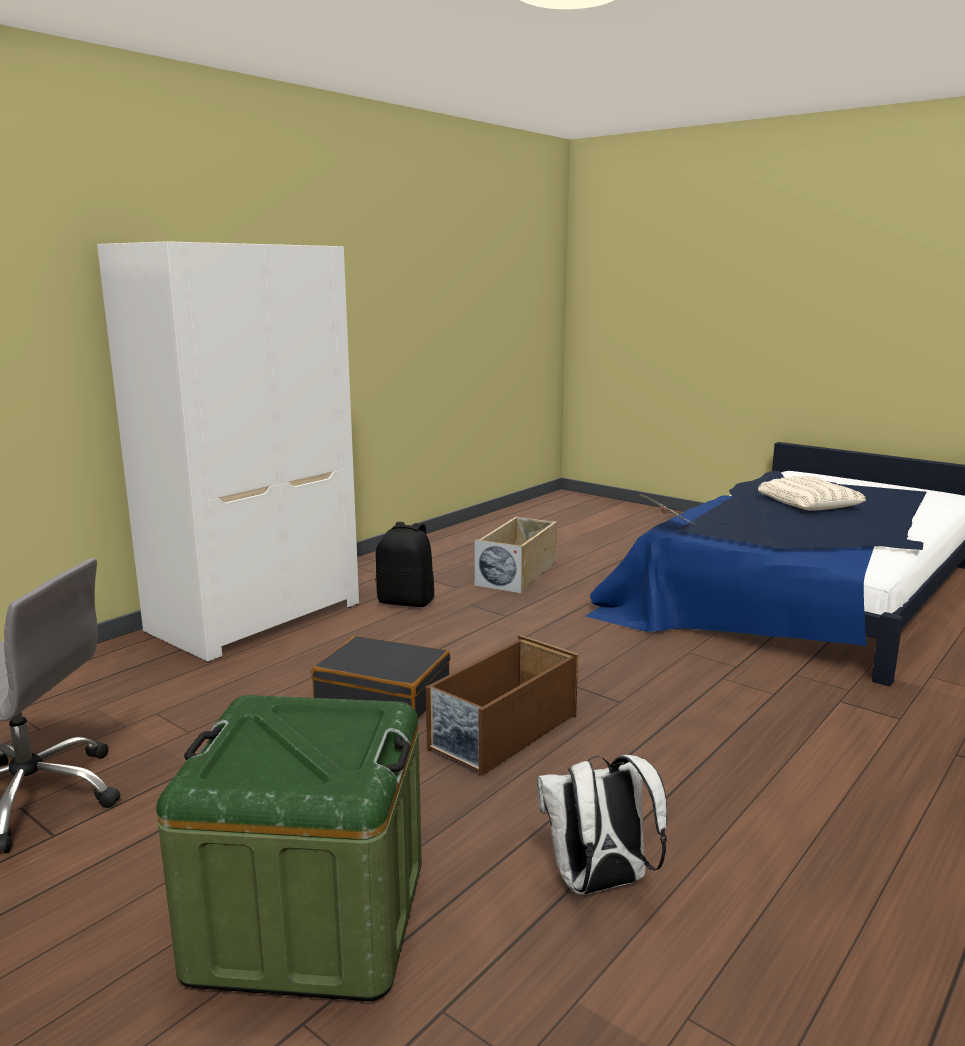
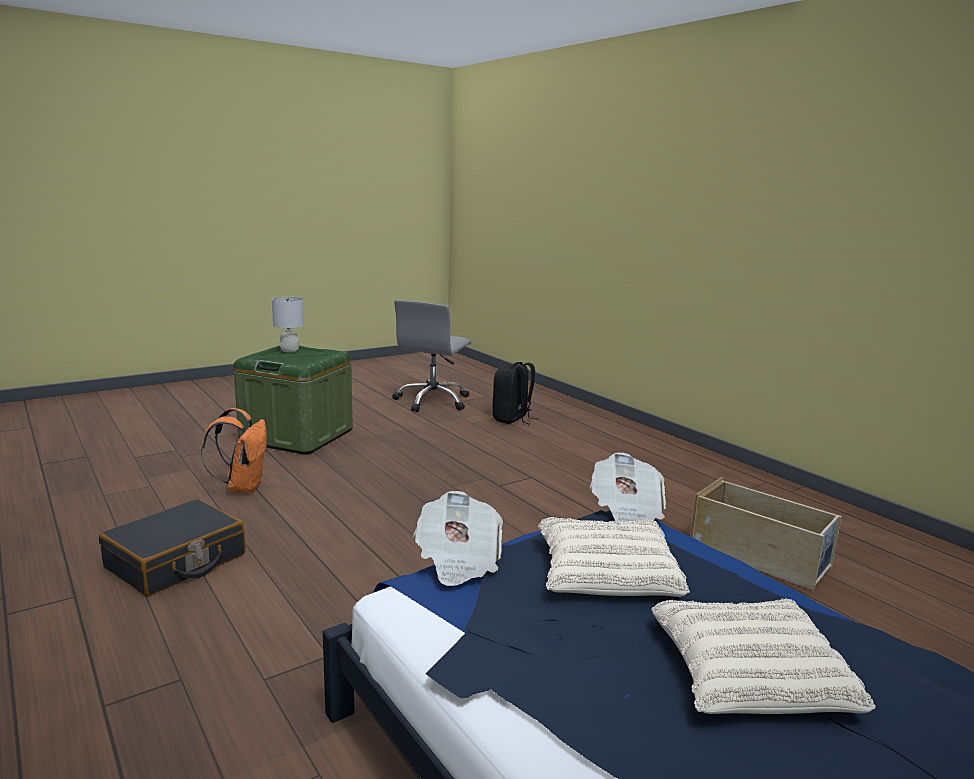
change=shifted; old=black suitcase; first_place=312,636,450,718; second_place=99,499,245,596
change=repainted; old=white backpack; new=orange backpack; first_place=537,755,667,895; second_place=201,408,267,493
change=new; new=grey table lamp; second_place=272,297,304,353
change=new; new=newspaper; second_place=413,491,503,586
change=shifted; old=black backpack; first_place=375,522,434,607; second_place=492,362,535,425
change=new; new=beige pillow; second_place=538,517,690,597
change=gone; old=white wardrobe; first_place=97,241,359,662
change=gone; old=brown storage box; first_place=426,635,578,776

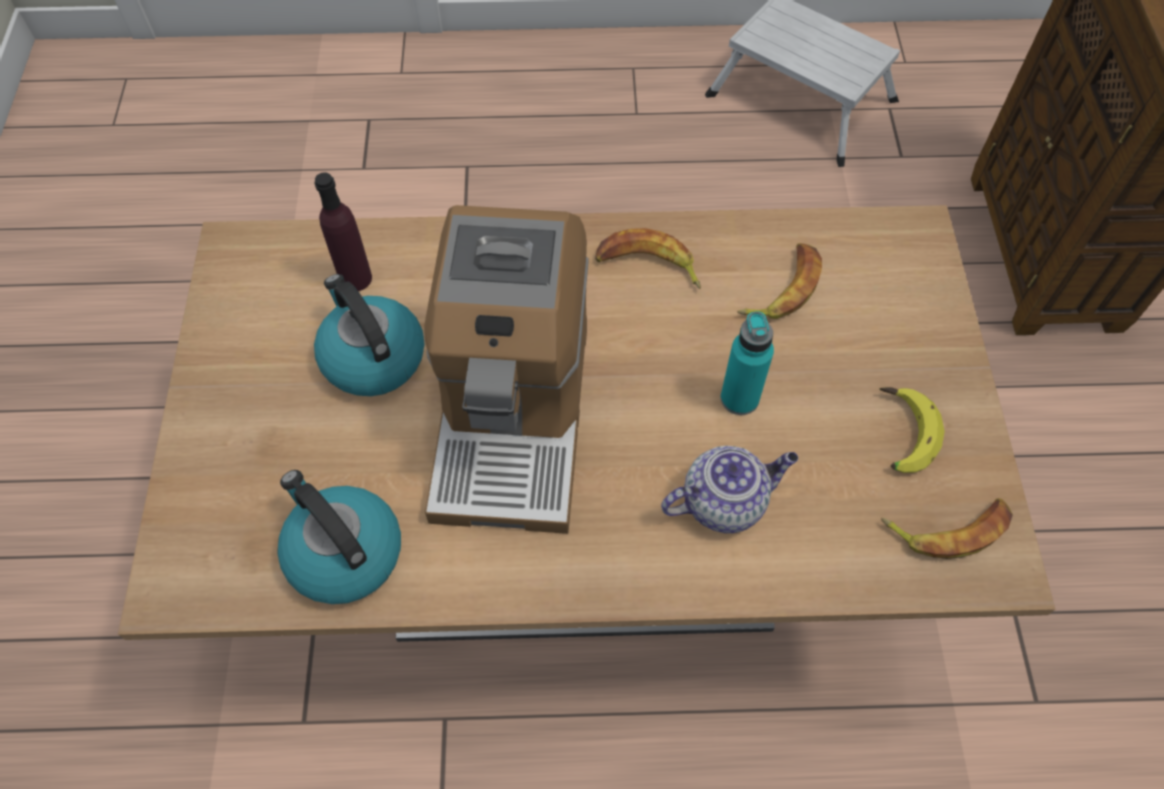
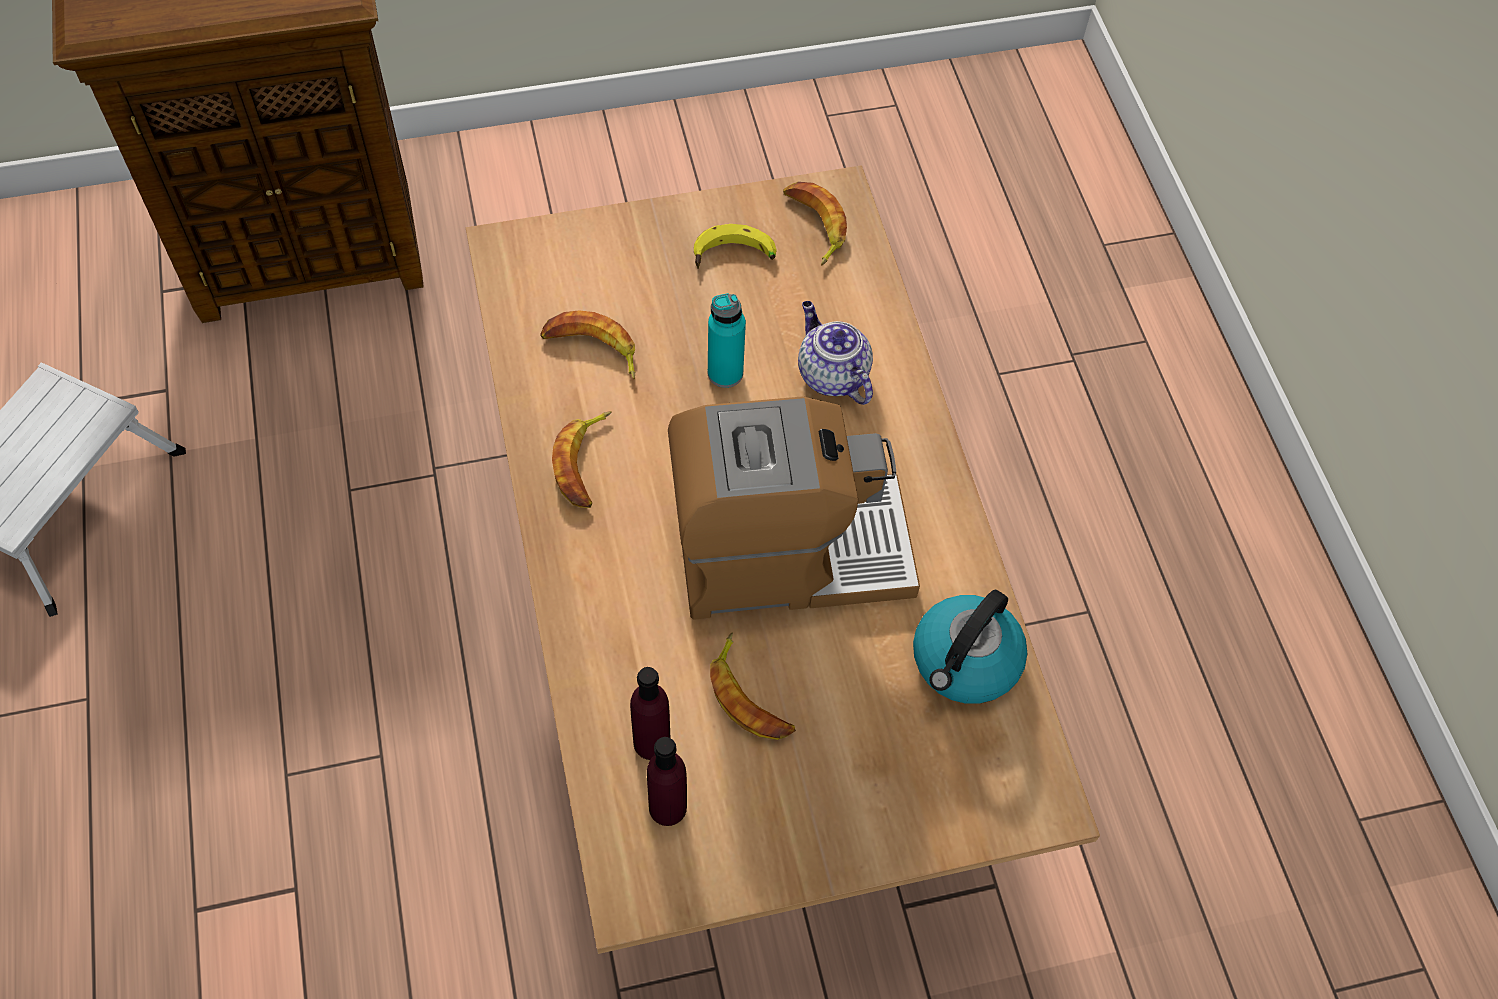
change=new; new=purple bottle; second_place=647,737,687,826
change=swapped; old=kettle; new=banana; first_place=314,274,425,396; second_place=710,633,796,740

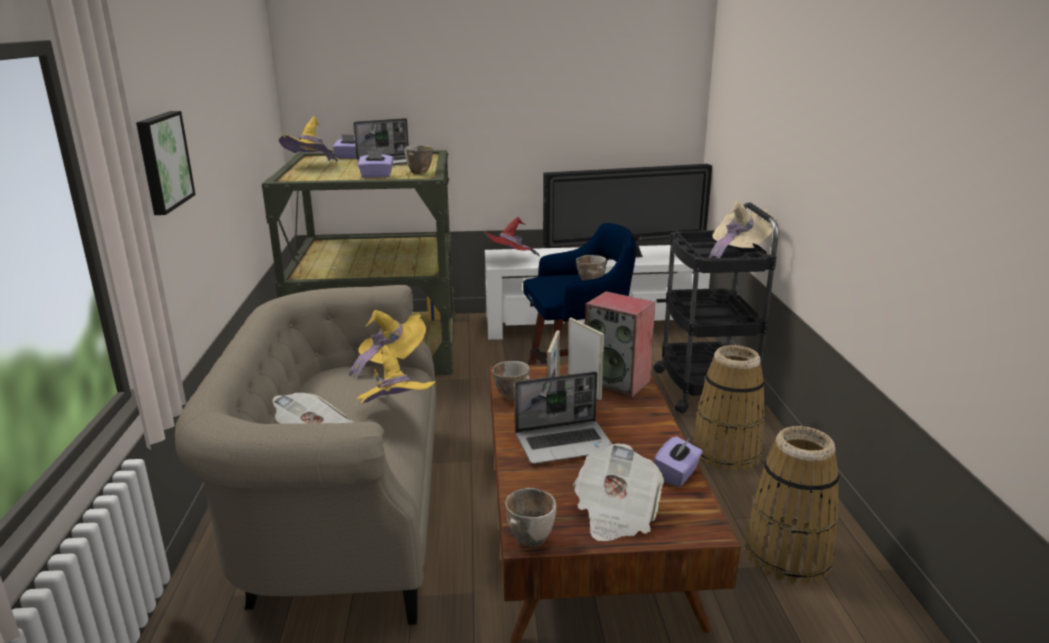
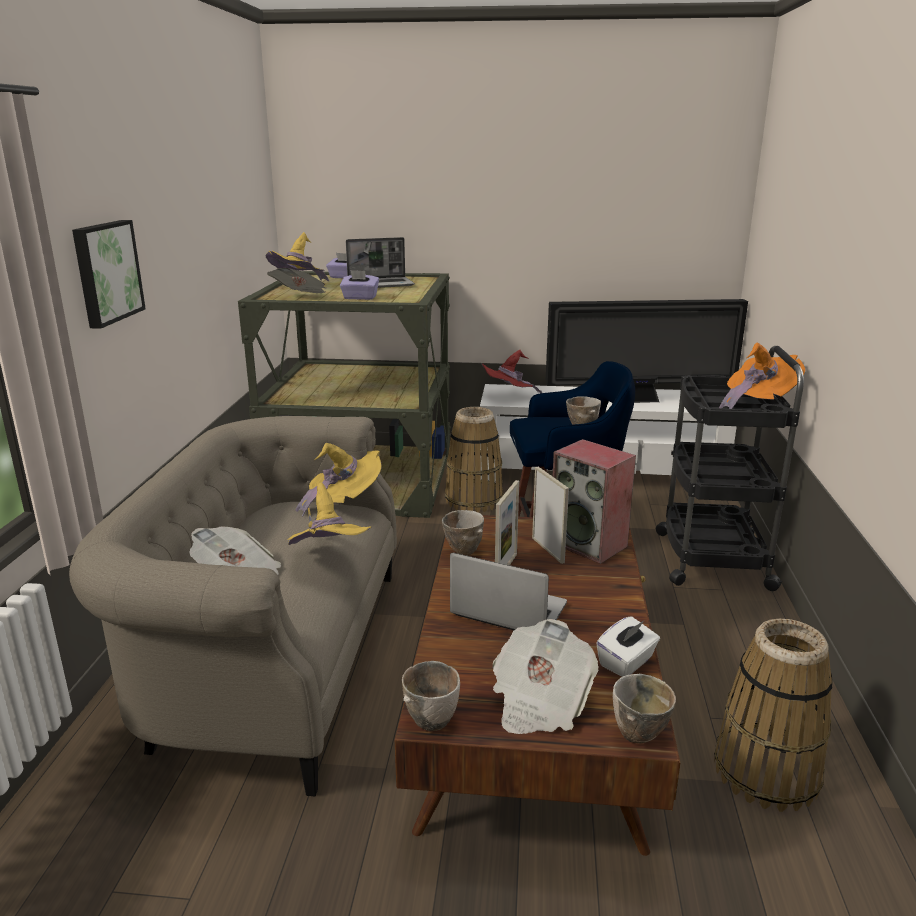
change=new; new=newspaper; second_place=267,268,326,293
change=shifted; old=basket; first_place=692,345,766,471; second_place=445,407,504,513
change=rotated; old=laptop; first_place=515,371,612,464; second_place=450,553,567,630; degrees=-150
change=repainted; old=purple tissue box; new=white tissue box; first_place=654,436,703,487; second_place=596,616,660,677
change=shifted; old=bowl; first_place=404,145,433,174; second_place=613,674,676,744
change=repainted; old=beige hat; new=orange hat; first_place=709,200,776,258; second_place=719,343,805,409

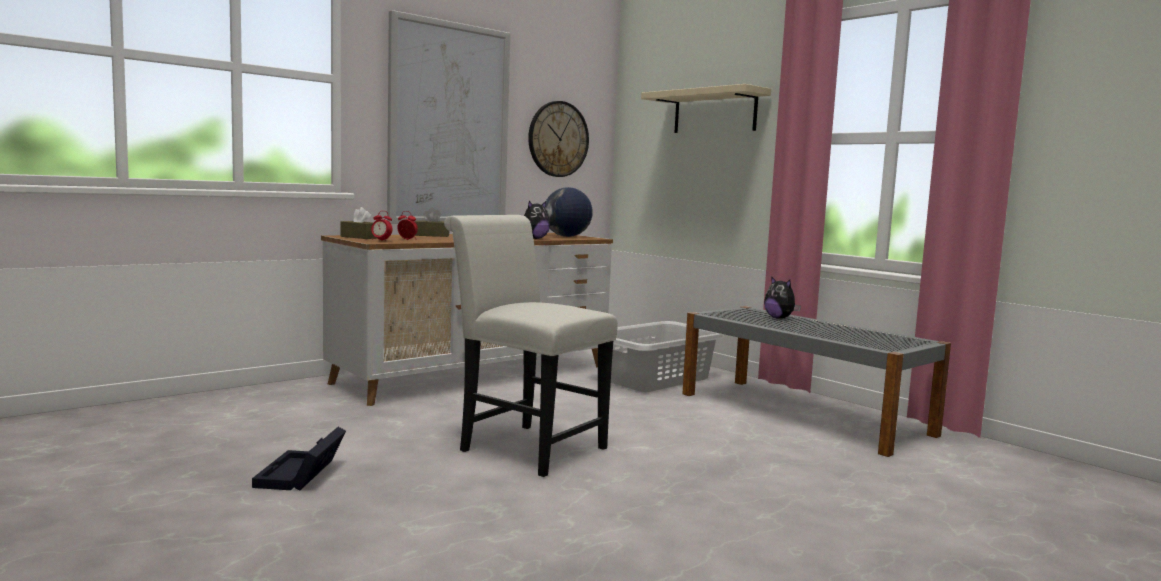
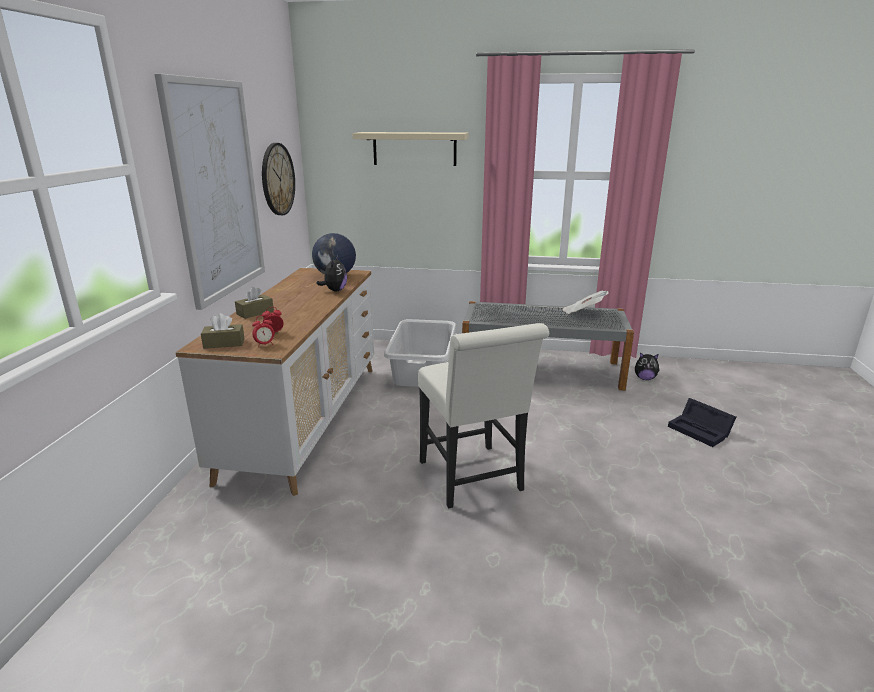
change=rotated; old=white chair; first_place=444,215,618,477; second_place=418,323,549,509; degrees=-105
change=new; new=newspaper; second_place=563,291,609,314
change=shifted; old=plush toy; first_place=764,276,801,319; second_place=635,352,660,380
change=shifted; old=black storage box; first_place=252,427,346,490; second_place=668,398,736,447

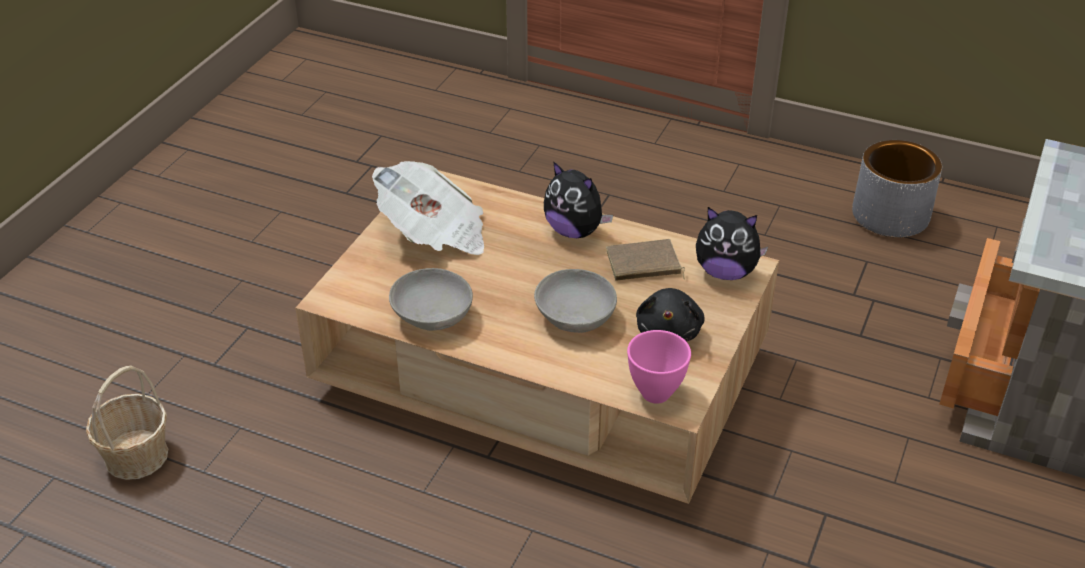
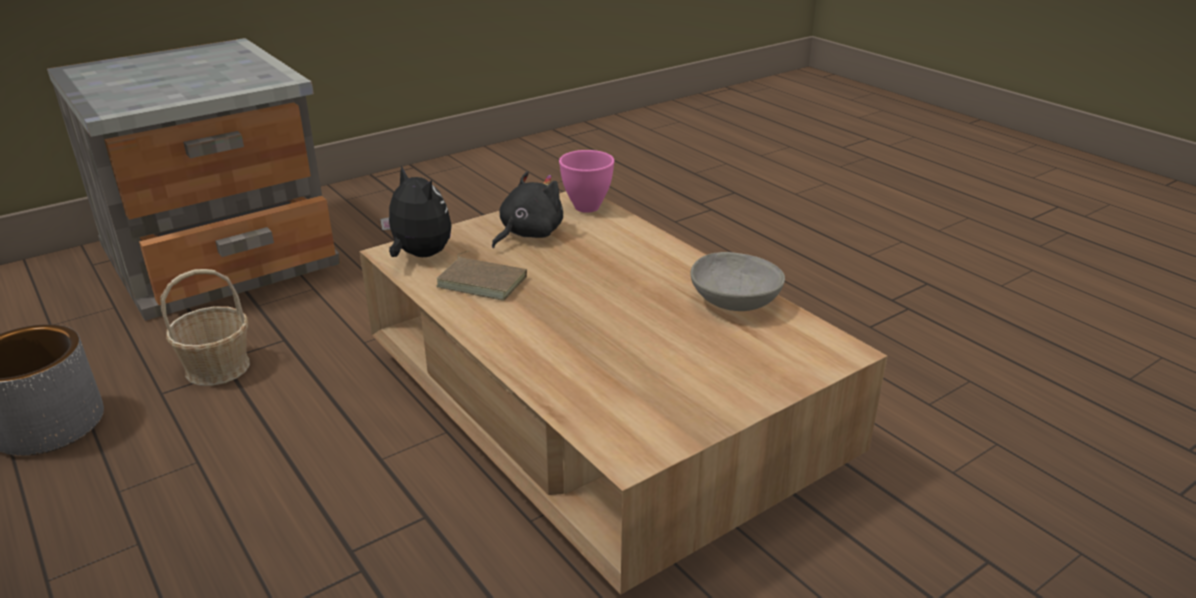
change=shifted; old=basket; first_place=86,366,168,480; second_place=160,269,250,386
change=gone; old=newspaper; first_place=372,161,484,255
change=gone; old=grey bowl; first_place=534,269,617,333
change=gone; old=plush toy; first_place=544,161,613,238

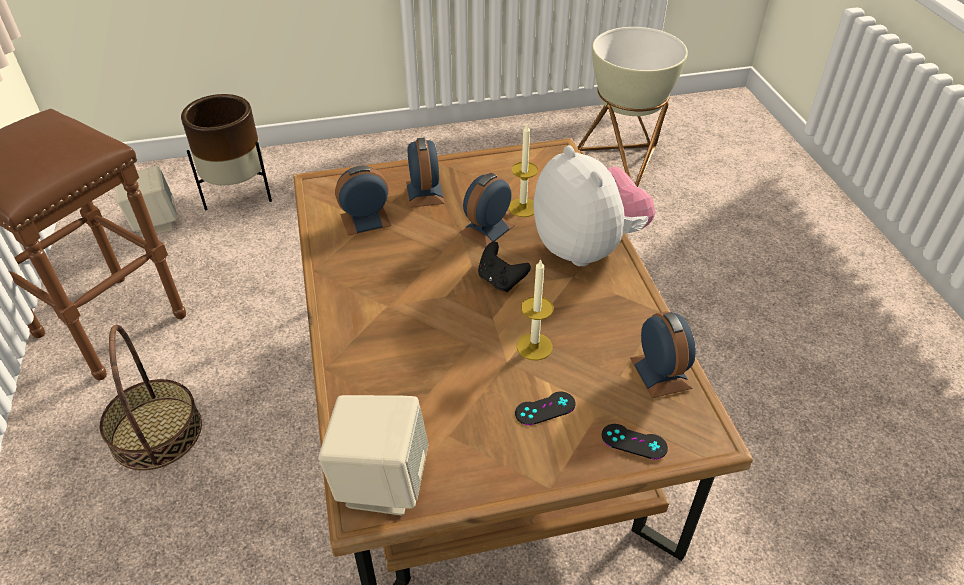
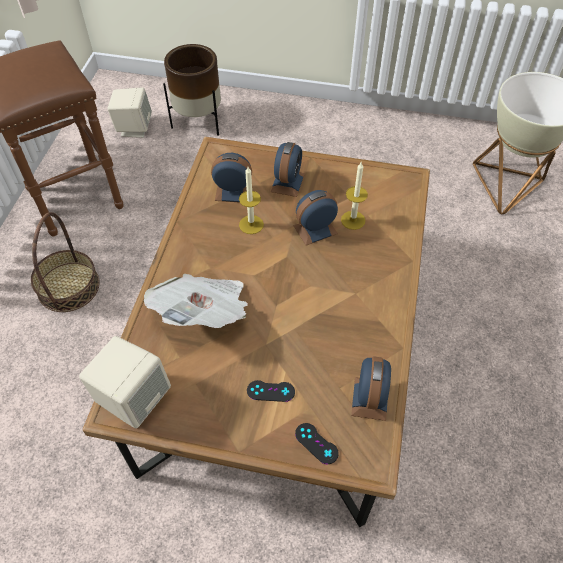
change=new; new=newspaper; second_place=144,274,248,328
change=shifted; old=candle; first_place=517,258,553,361; second_place=239,167,264,234
change=gone; old=black game controller; first_place=478,242,531,292
change=gone; old=plush toy; first_place=533,145,655,266

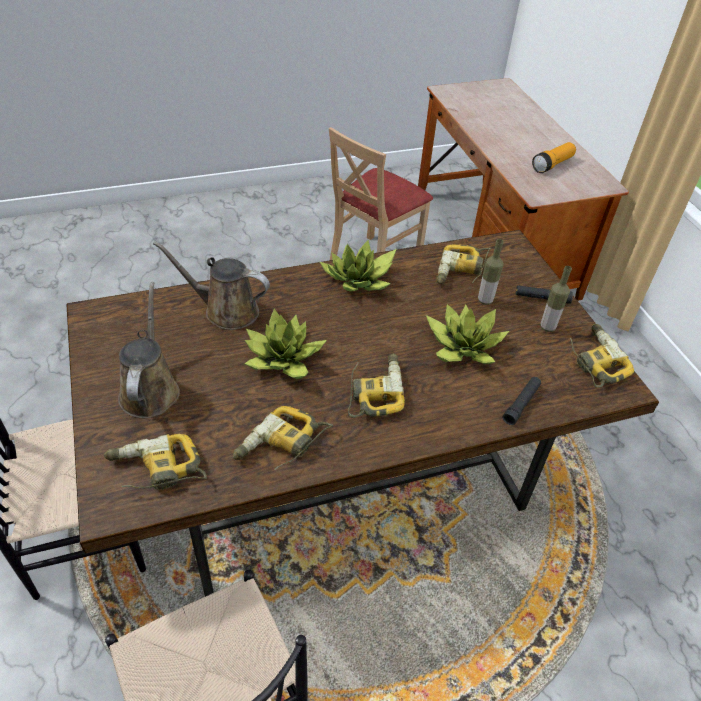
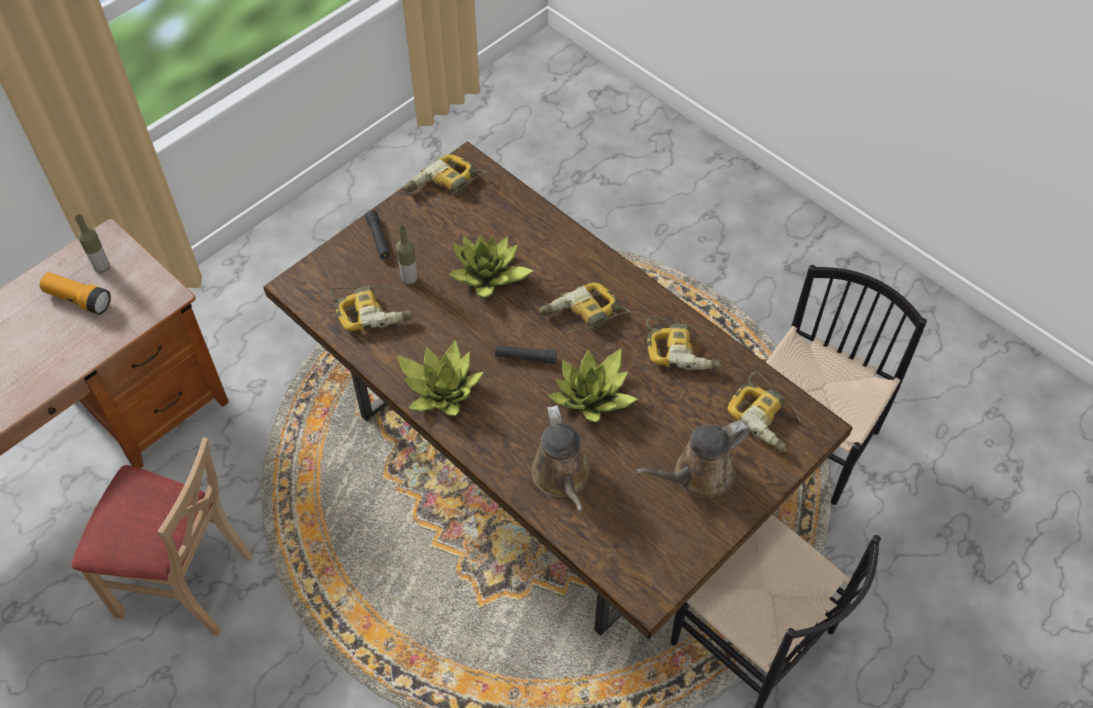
change=shifted; old=bottle; first_place=540,266,572,332; second_place=75,214,110,273
change=shifted; old=black flashlight; first_place=502,377,541,425; second_place=495,345,556,364

